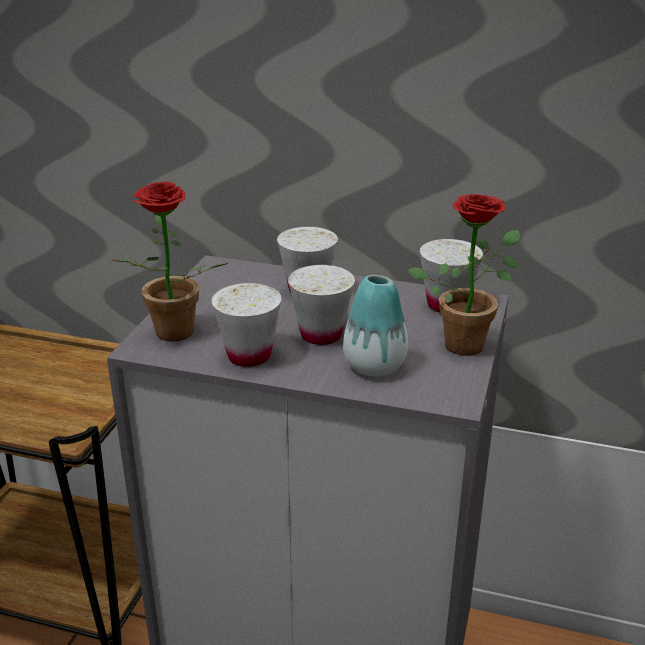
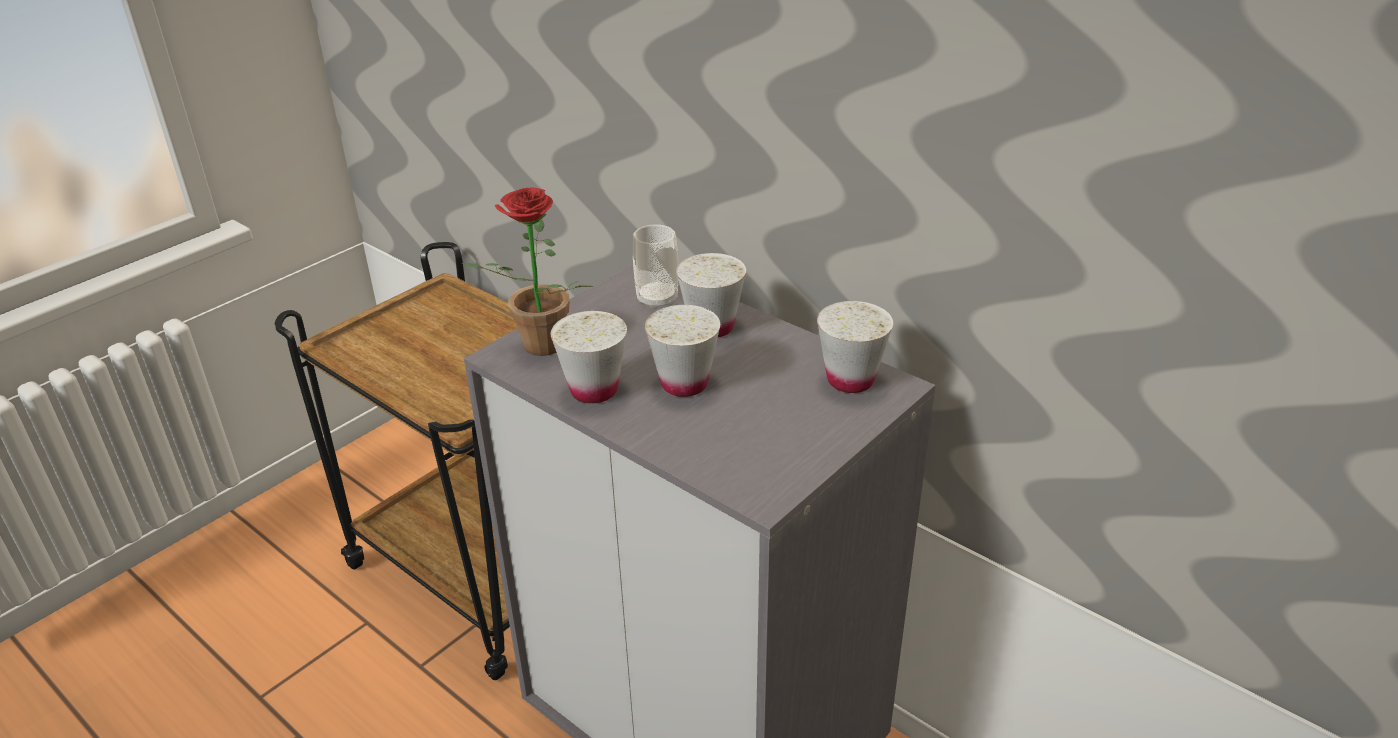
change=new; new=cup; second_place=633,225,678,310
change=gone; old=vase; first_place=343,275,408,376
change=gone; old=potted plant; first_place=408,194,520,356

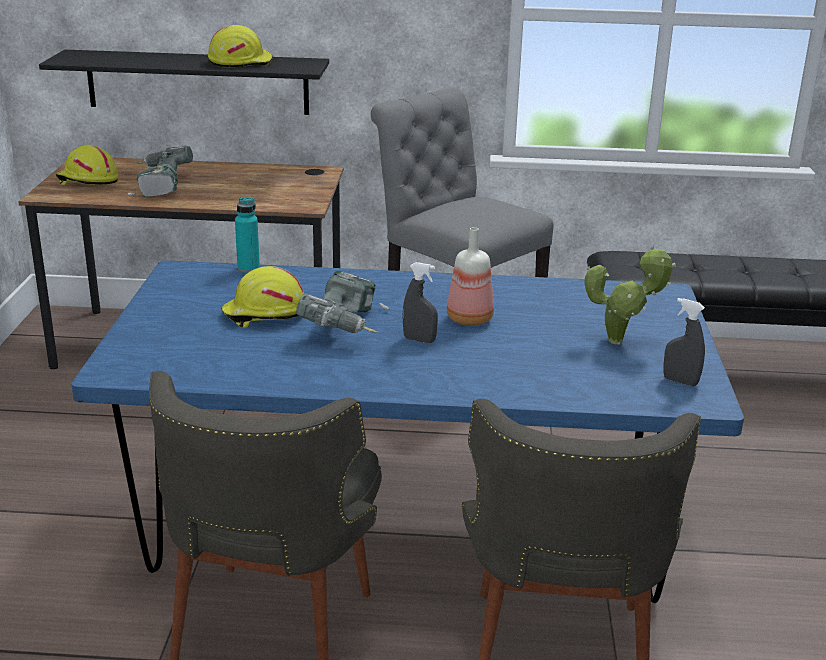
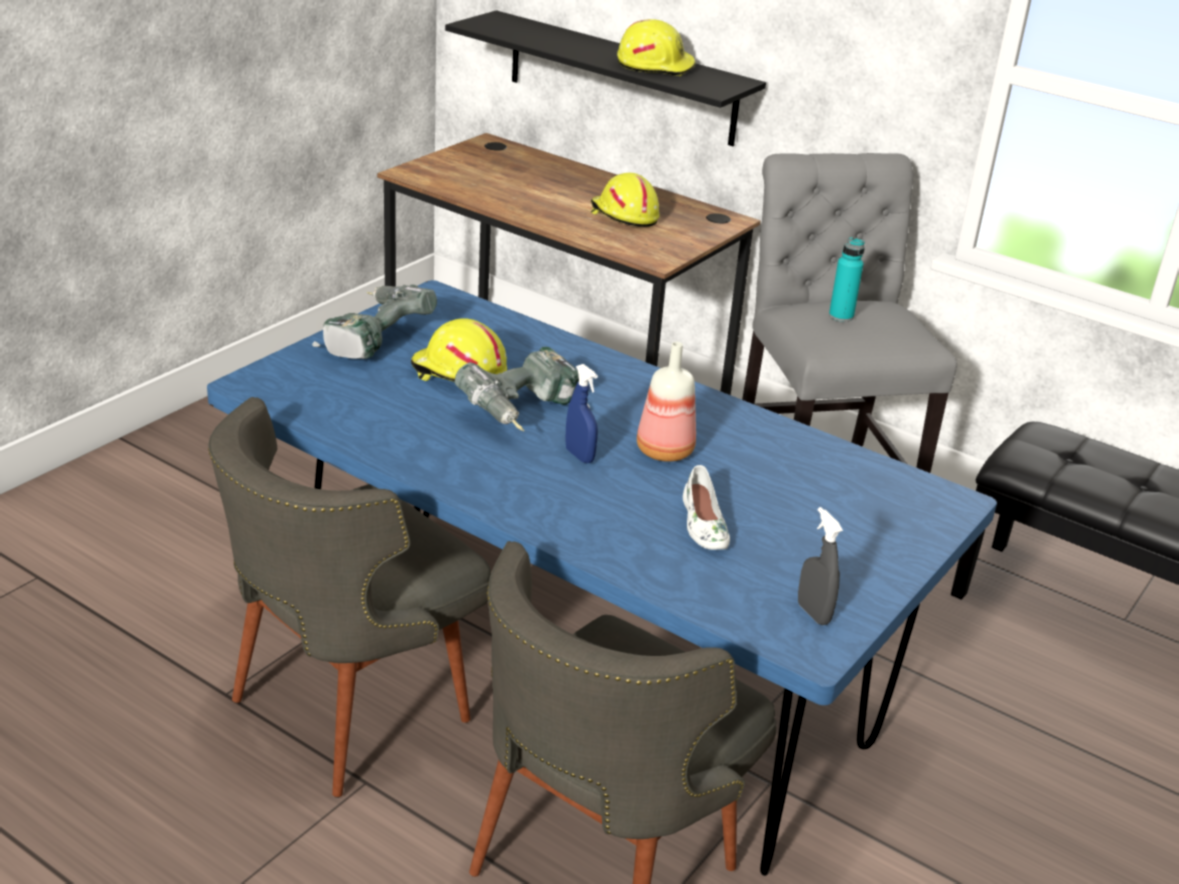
change=shifted; old=power drill; first_place=128,146,193,197; second_place=312,284,437,359
change=repainted; old=grey spray bottle; new=blue spray bottle; first_place=403,262,438,343; second_place=565,364,598,463
change=shifted; old=yellow hard hat; first_place=56,145,118,185; second_place=591,173,659,227
change=new; new=white shoe; second_place=683,465,730,550
change=shifted; old=turquoise bottle; first_place=235,197,260,273; second_place=829,237,865,322
change=gone; old=potted plant; first_place=584,246,676,345

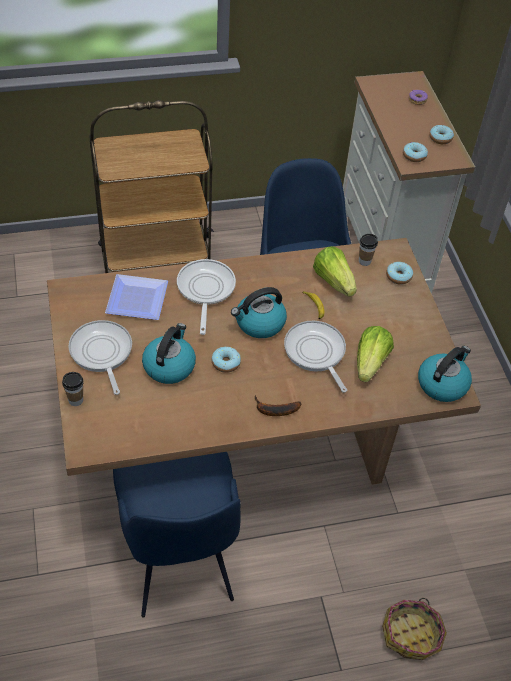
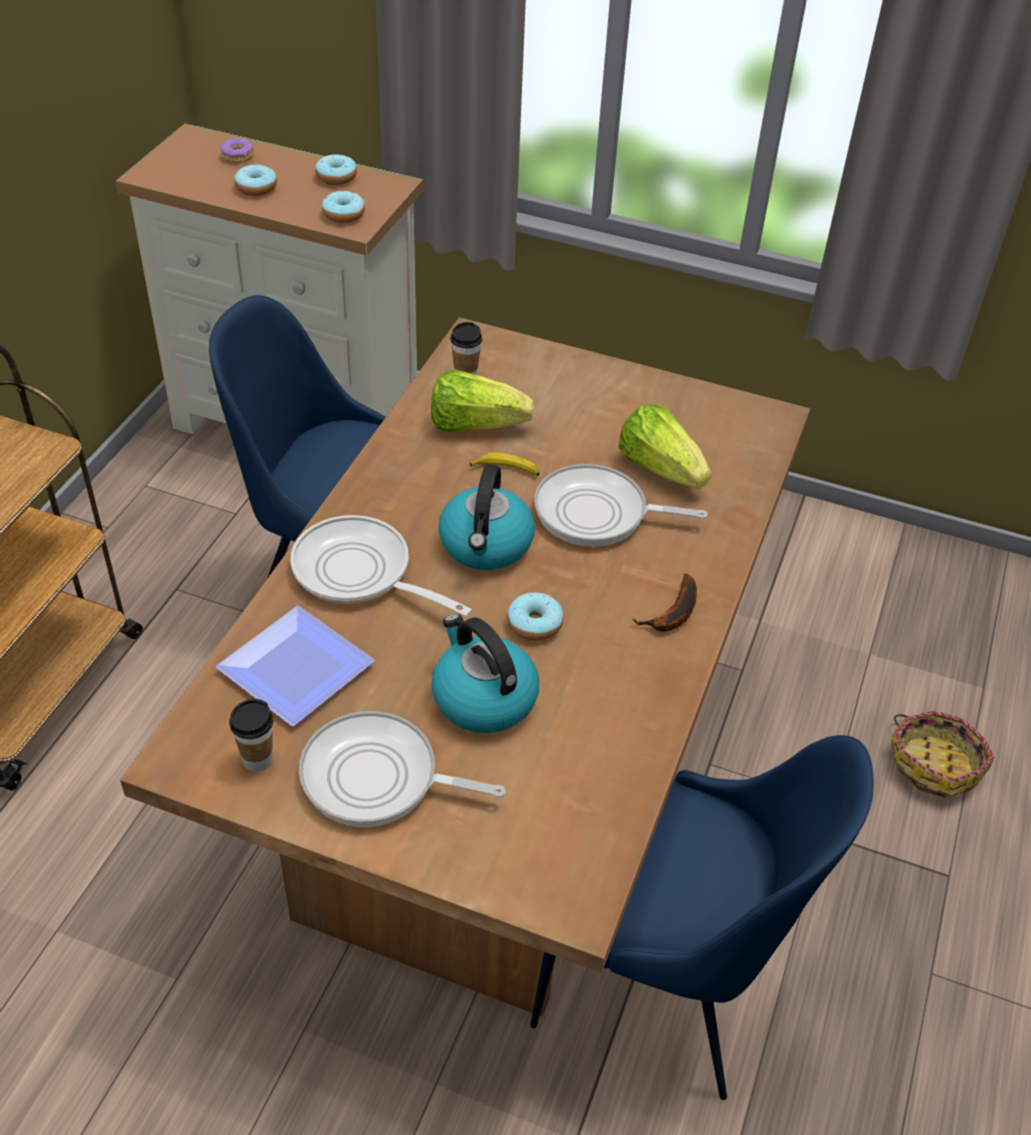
change=shifted; old=cup; first_place=62,372,84,406; second_place=229,699,273,772
change=shifted; old=donut; first_place=386,262,413,285; second_place=234,164,277,196
change=gone; old=kettle; first_place=418,346,472,402

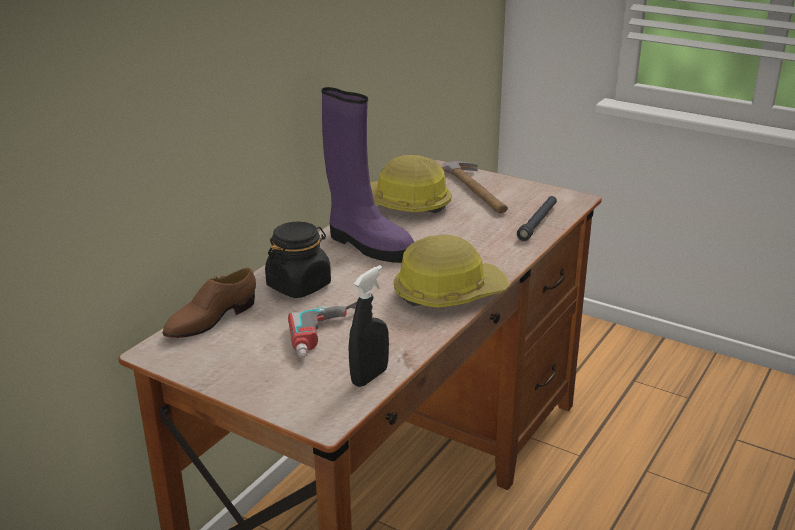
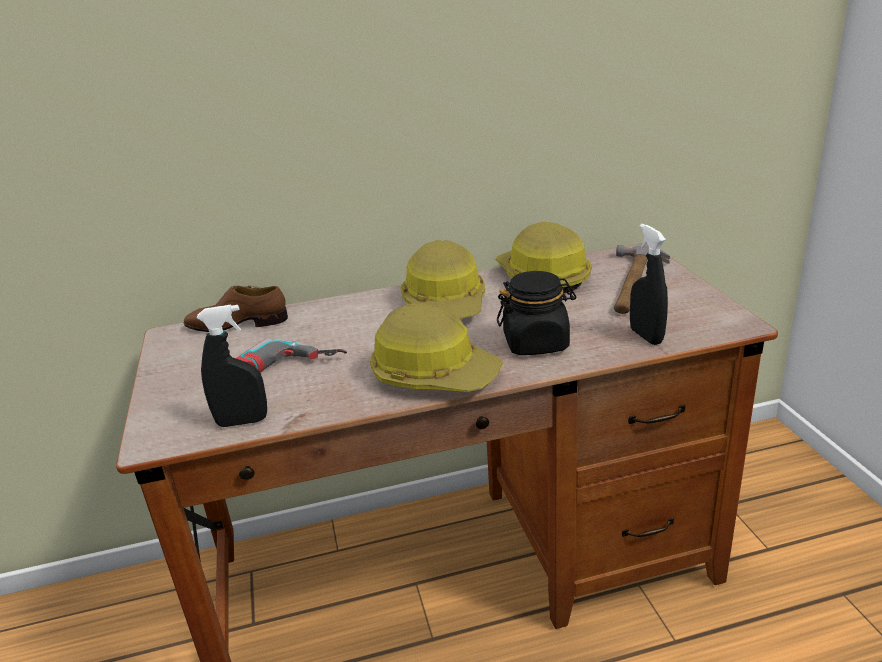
change=swapped; old=purple boot; new=hard hat; first_place=322,87,414,263; second_place=400,240,485,319
change=shifted; old=black jar; first_place=265,222,331,298; second_place=497,271,576,355
change=swapped; old=black flashlight; new=black spray bottle; first_place=517,196,557,241; second_place=630,224,668,345

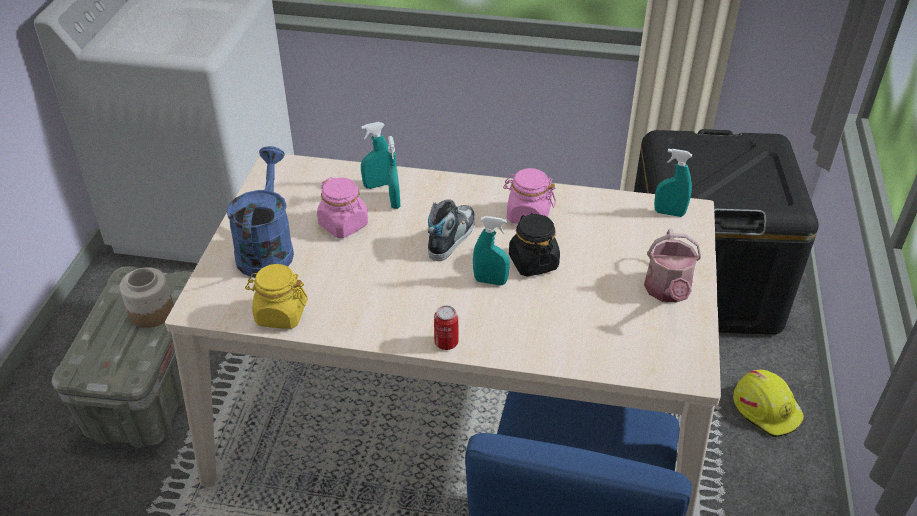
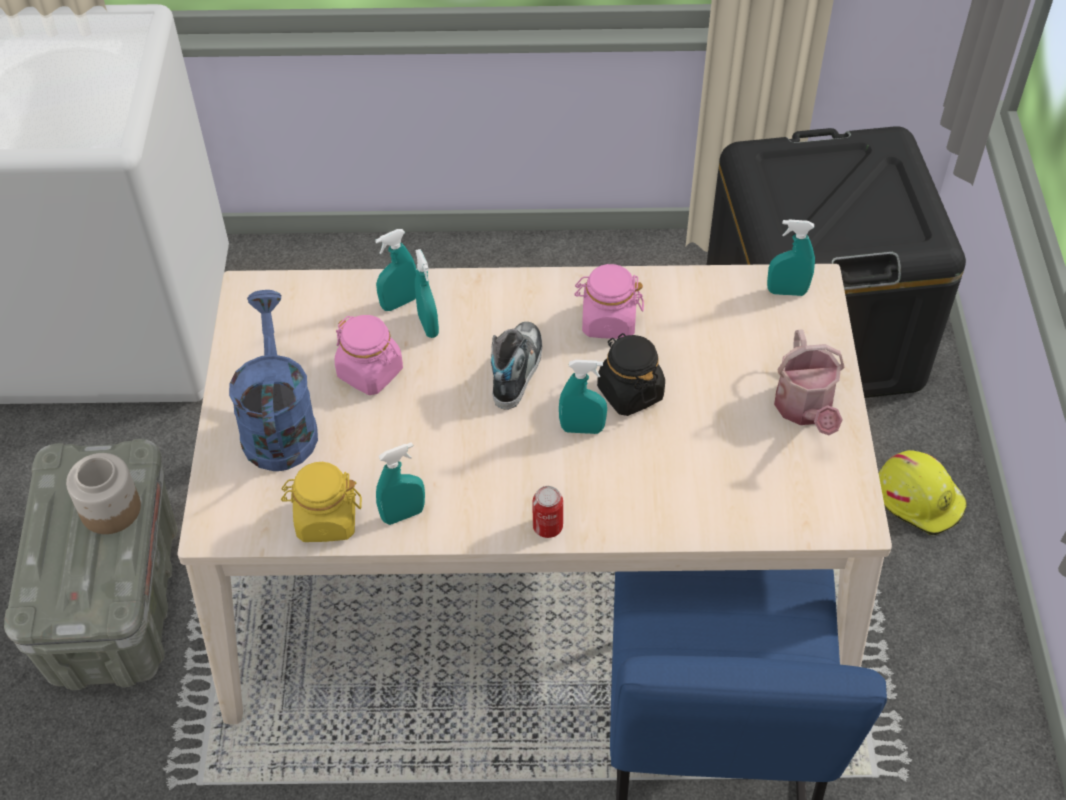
change=new; new=turquoise spray bottle; second_place=376,442,425,525

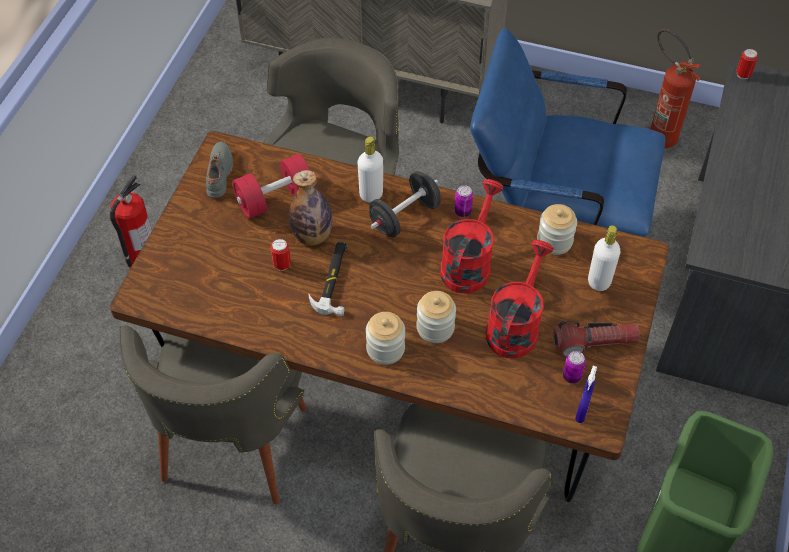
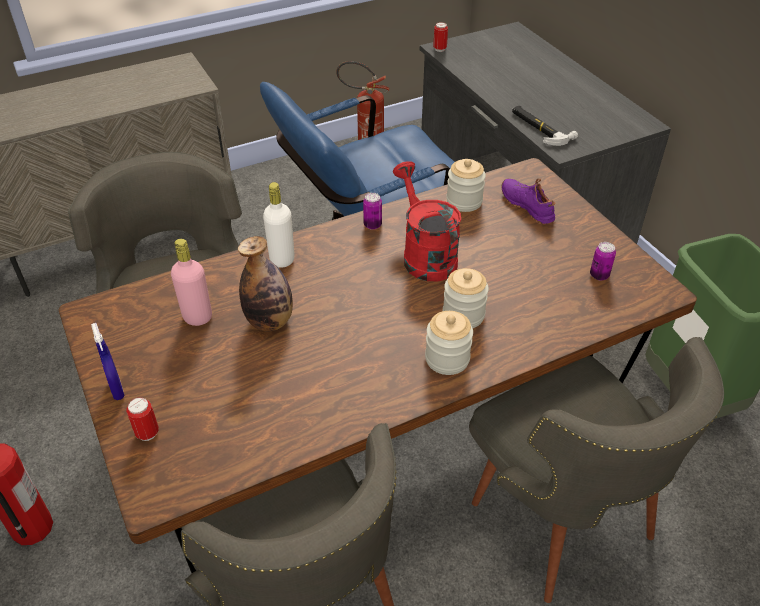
change=shifted; old=blue spray bottle; first_place=575,366,597,423; second_place=91,323,125,400
change=shifted; old=can; first_place=271,239,291,271; second_place=126,397,159,441
change=swapped; old=red dumbbell; new=pink bottle; first_place=232,154,310,219; second_place=171,239,212,326
change=swapped; old=white bottle; new=purple shoe; first_place=588,226,620,291; second_place=501,178,555,225
change=shifted; old=hammer; first_place=308,242,348,316; second_place=512,106,578,146
change=gone; old=grey shoe; first_place=206,142,234,198
change=gone; old=black dumbbell; first_place=369,171,441,237
change=gone; old=red watering can; first_place=486,240,554,358
change=gone; old=flashlight; first_place=553,321,640,357

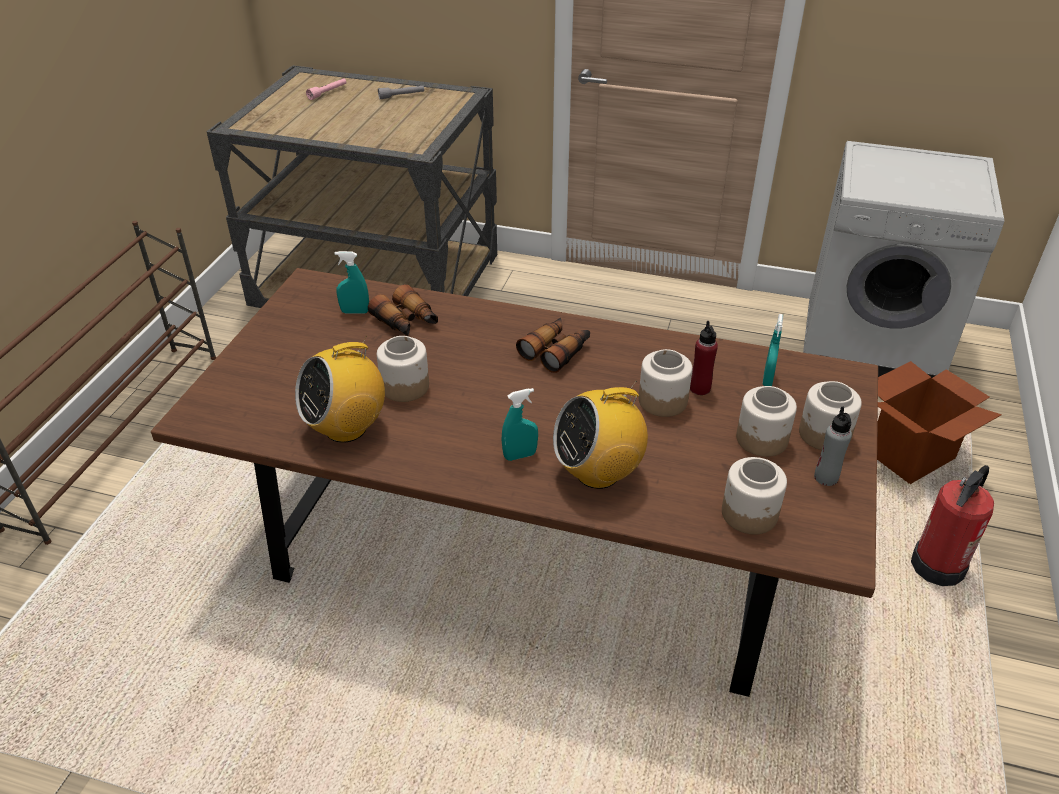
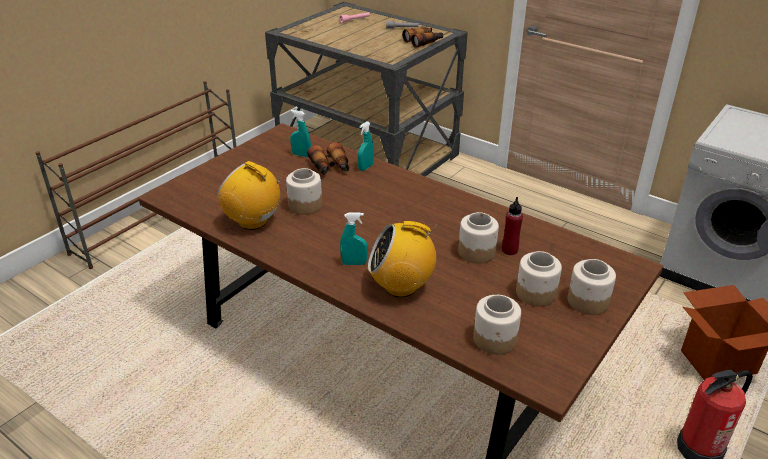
change=rotated; old=radio; first_place=295,335,385,443; second_place=217,161,284,230; degrees=45
change=shifted; old=turquoise spray bottle; first_place=762,314,783,386; second_place=358,121,374,171
change=shifted; old=binoculars; first_place=516,318,590,373; second_place=402,27,443,48
change=gone; old=grey bottle; first_place=814,407,852,486

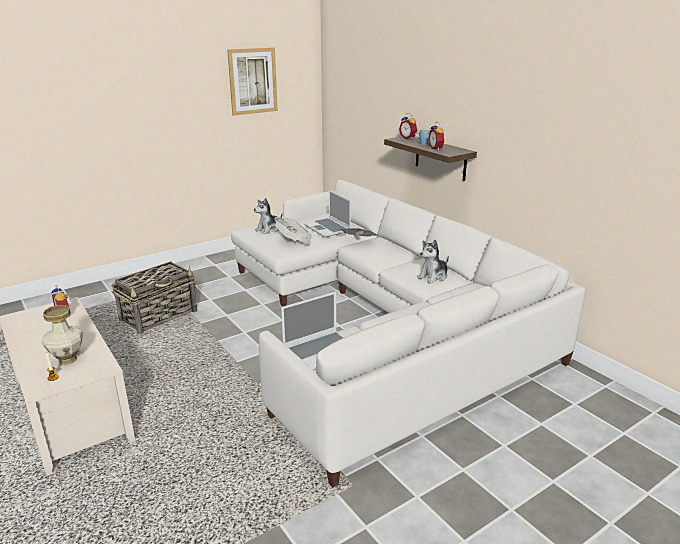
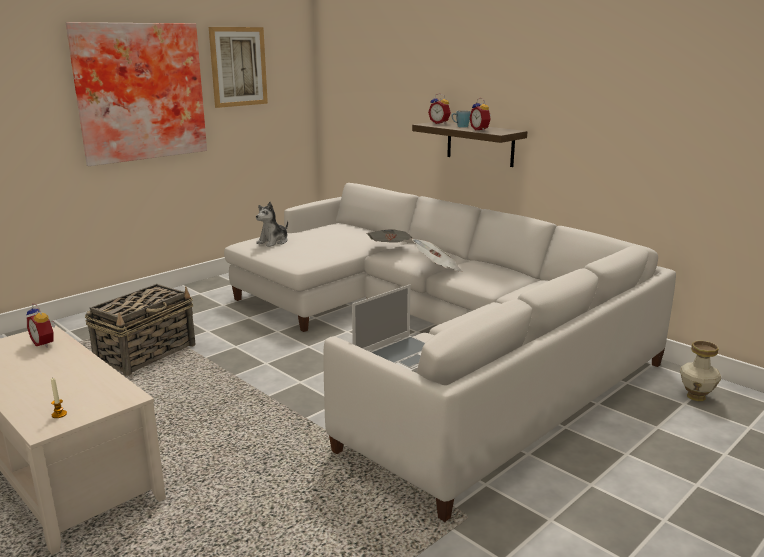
change=new; new=picture; second_place=66,22,207,166
change=shifted; old=newspaper; first_place=275,217,312,245; second_place=412,239,462,272
change=shifted; old=vase; first_place=42,305,83,365; second_place=680,341,721,401
change=gone; old=laptop; first_place=304,190,351,237
change=gone; old=plush toy; first_place=417,239,449,284

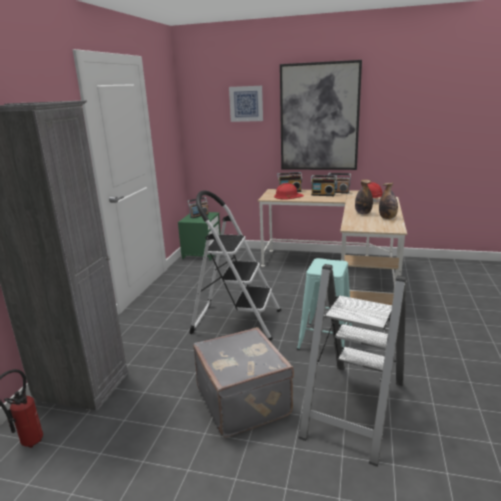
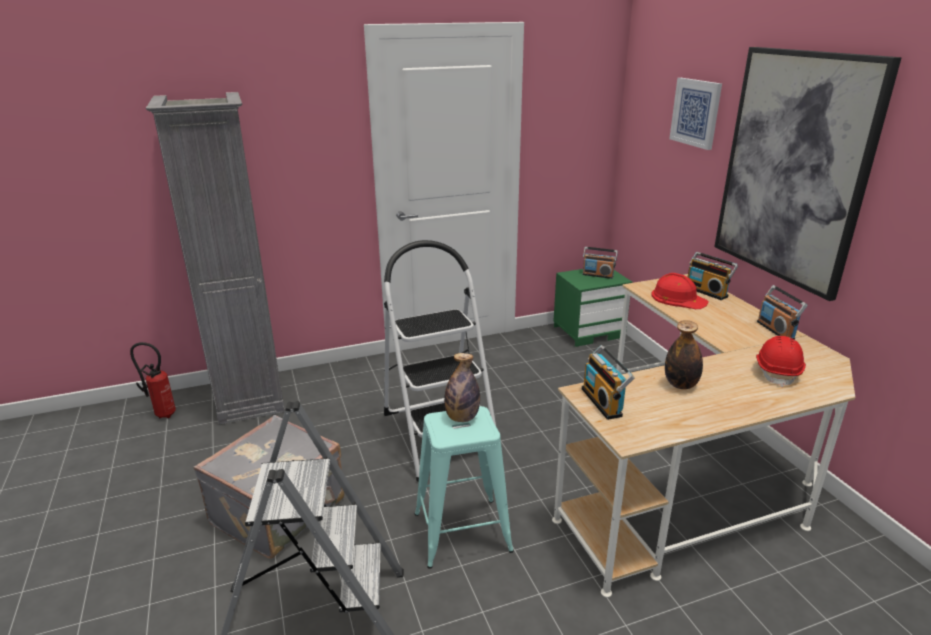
change=shifted; old=bottle; first_place=379,183,398,219; second_place=444,353,480,422
change=shifted; old=radio; first_place=311,175,337,196; second_place=582,345,635,420

